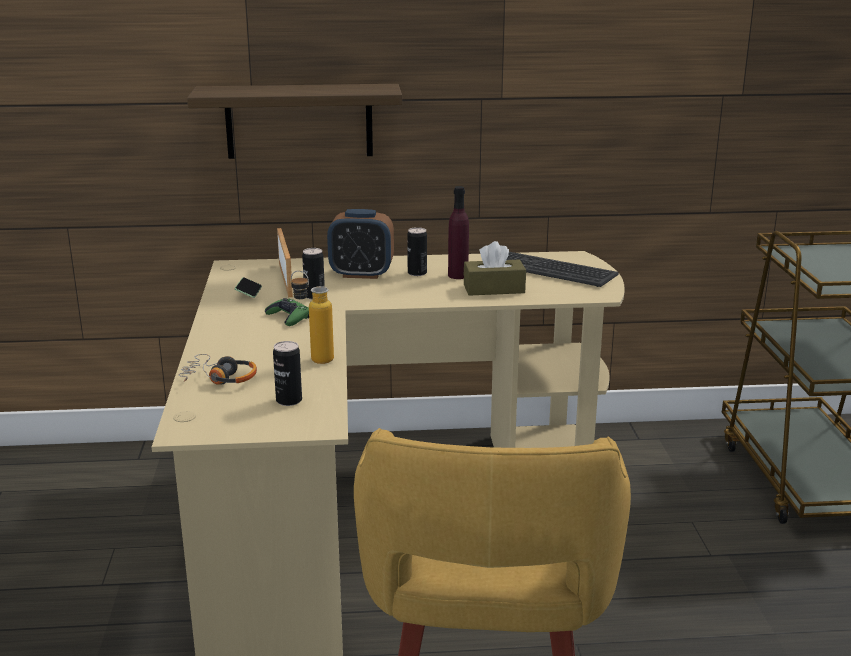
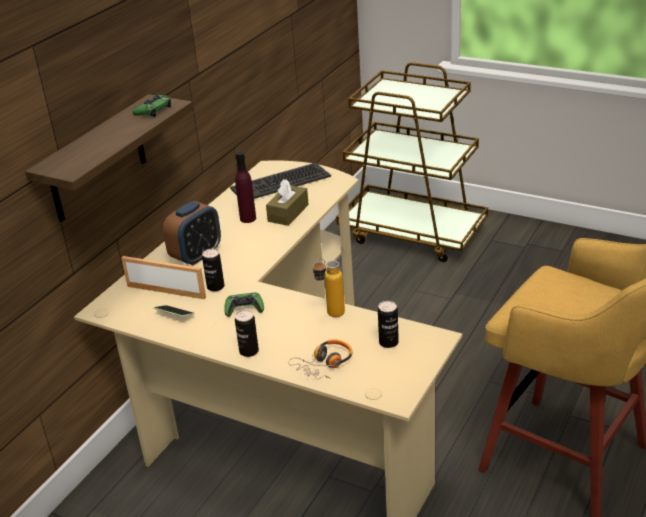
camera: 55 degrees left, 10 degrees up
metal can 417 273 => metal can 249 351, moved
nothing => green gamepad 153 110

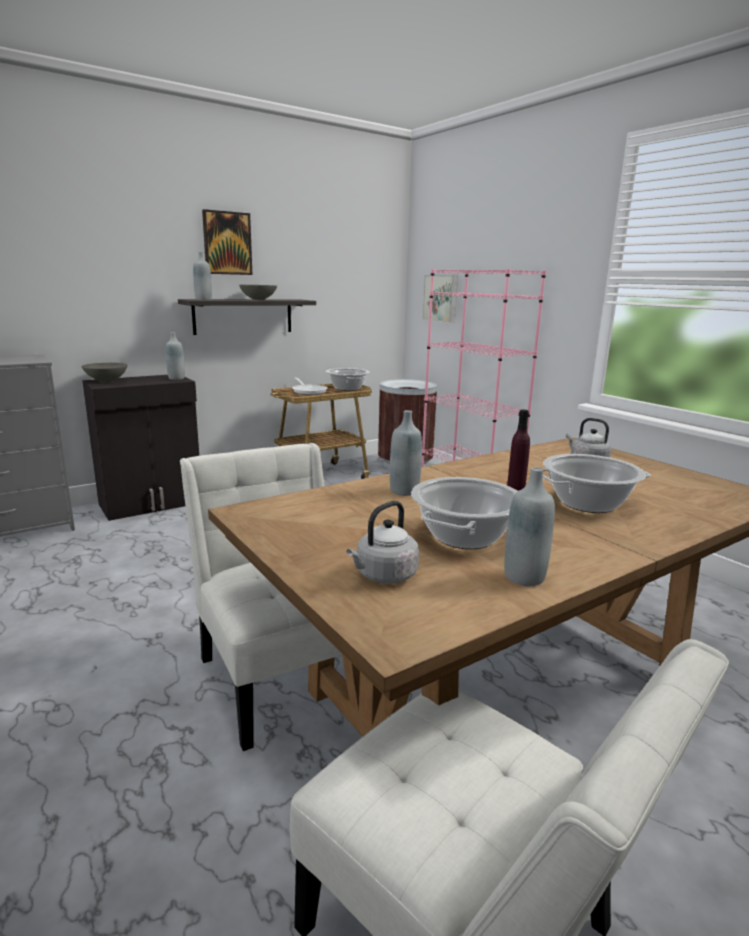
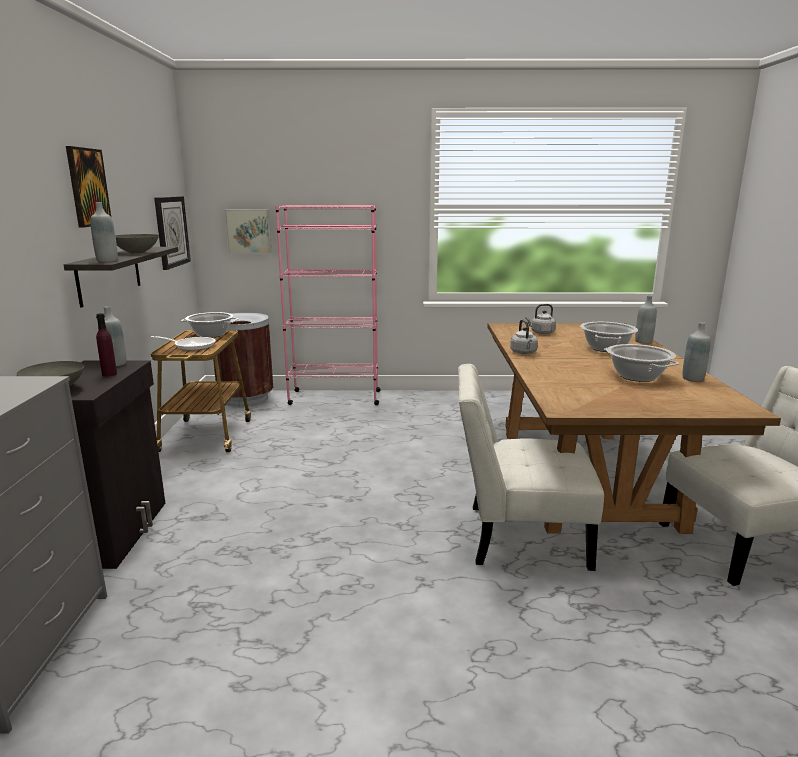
camera: 55 degrees left, 0 degrees up
grey bottle 404 491 => grey bottle 643 341, moved
purple bottle 516 488 => purple bottle 109 374, moved
grey water kettle 383 576 => grey water kettle 524 353, moved
nothing => hanging clock 171 231

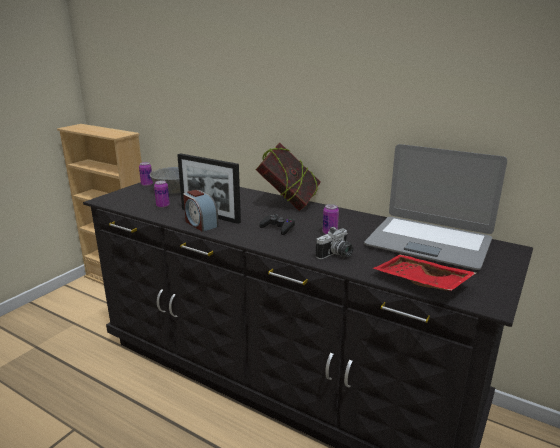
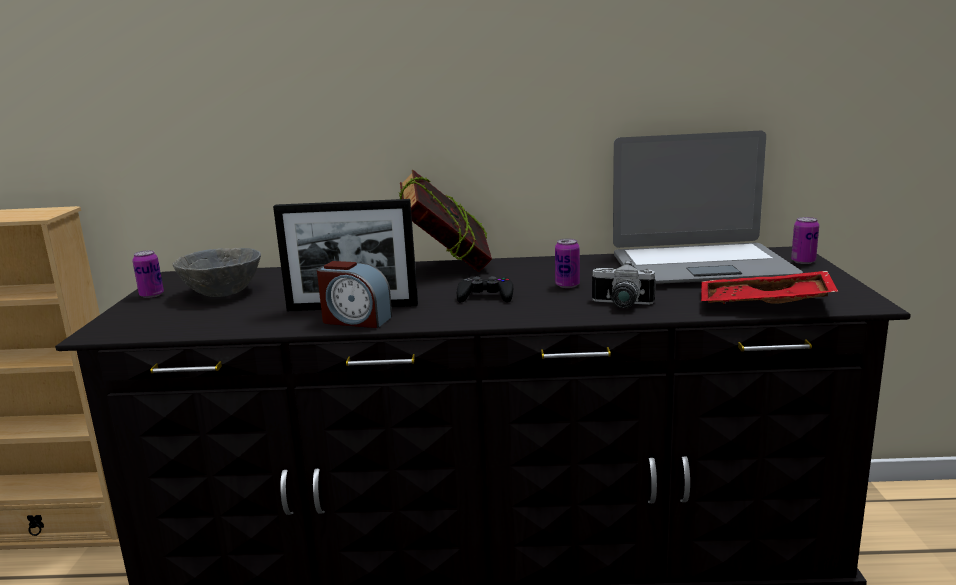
camera: 30 degrees left, 5 degrees down
metal can 163 206 => metal can 803 261, moved
still camera 336 255 => still camera 621 305, 90 degrees clockwise

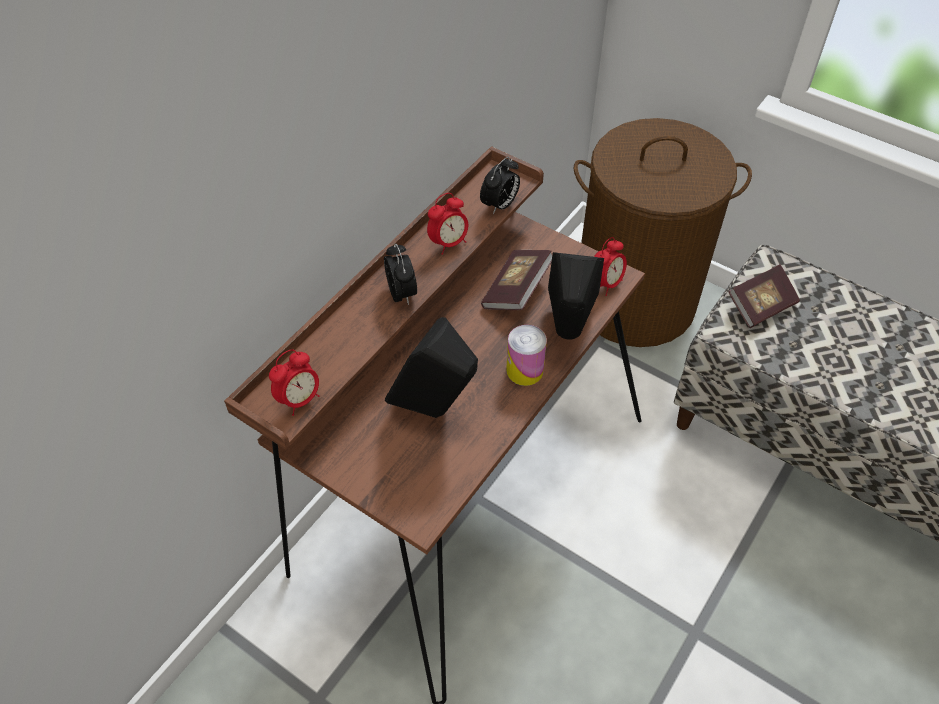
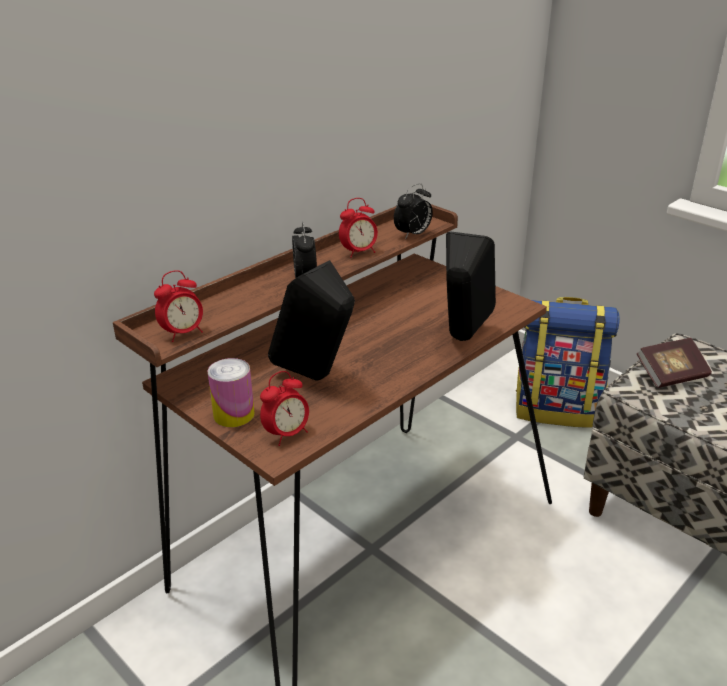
camera: 10 degrees right, 20 degrees down
brownish hamper 634 301 => backpack 557 409
alarm clock 606 284 => alarm clock 287 434, moved
volume 516 291 => nothing
metal can 524 370 => metal can 234 414, moved

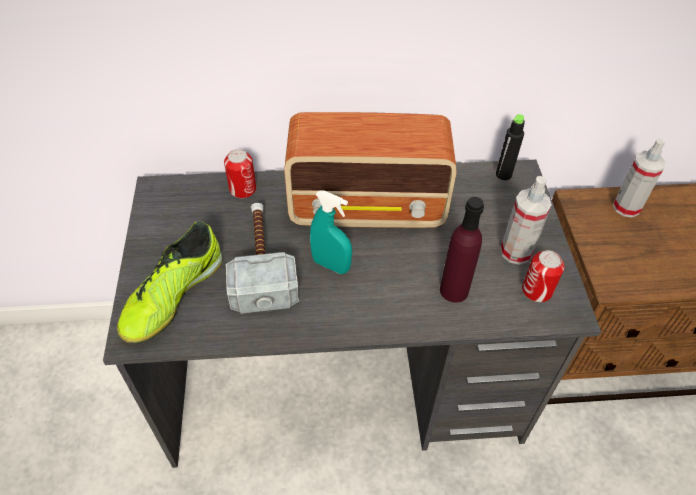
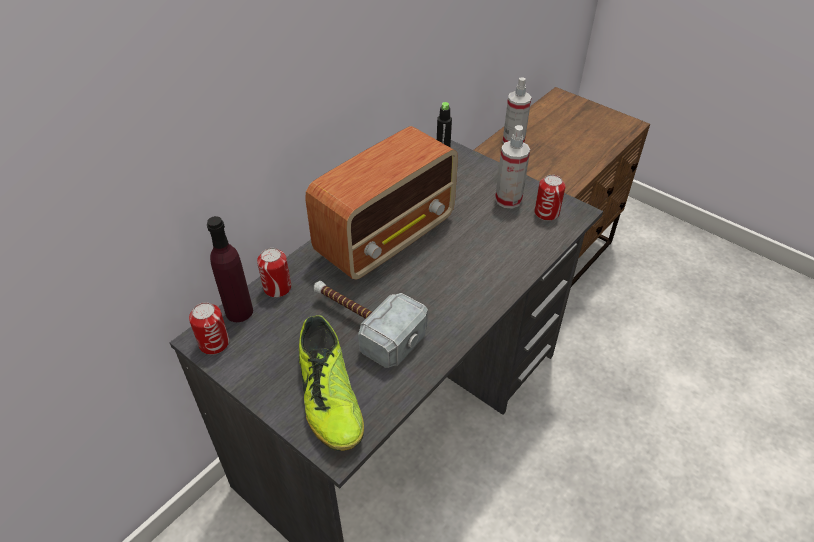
camera: 45 degrees left, 5 degrees down
turquoise sprayer 331 265 => nothing
purple bottle 454 290 => purple bottle 239 312, moved
nothing => metal can 214 343

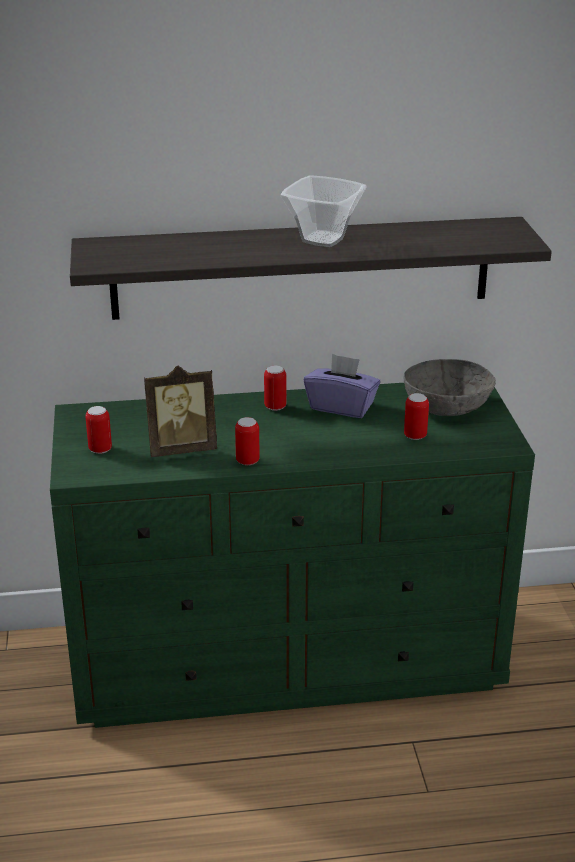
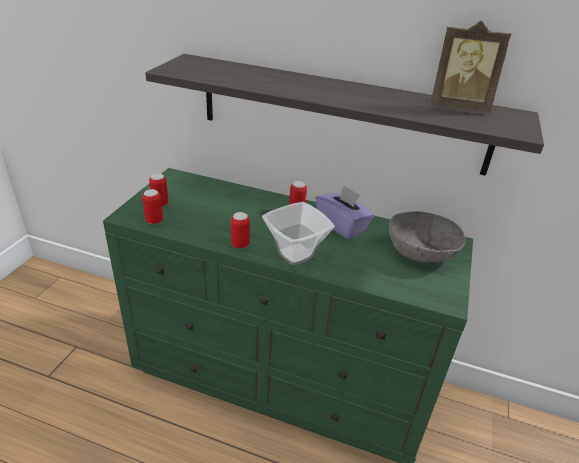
camera: 25 degrees right, 5 degrees up
bowl 321 239 => bowl 293 254, moved
standing frame 181 448 => standing frame 458 106, moved
metal can 415 436 => metal can 154 221, moved

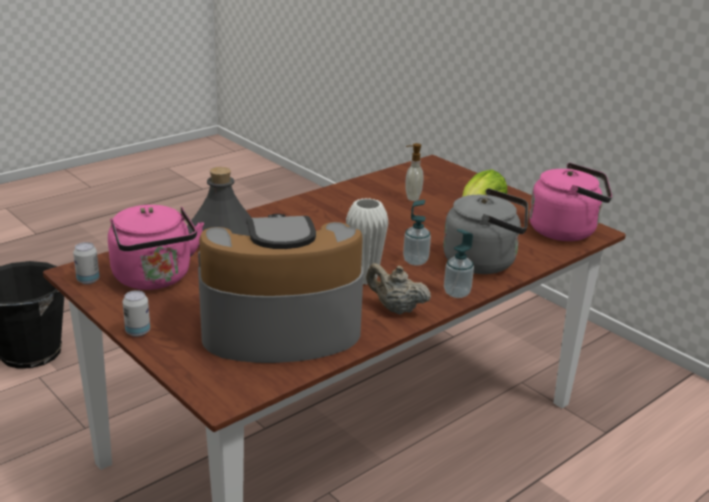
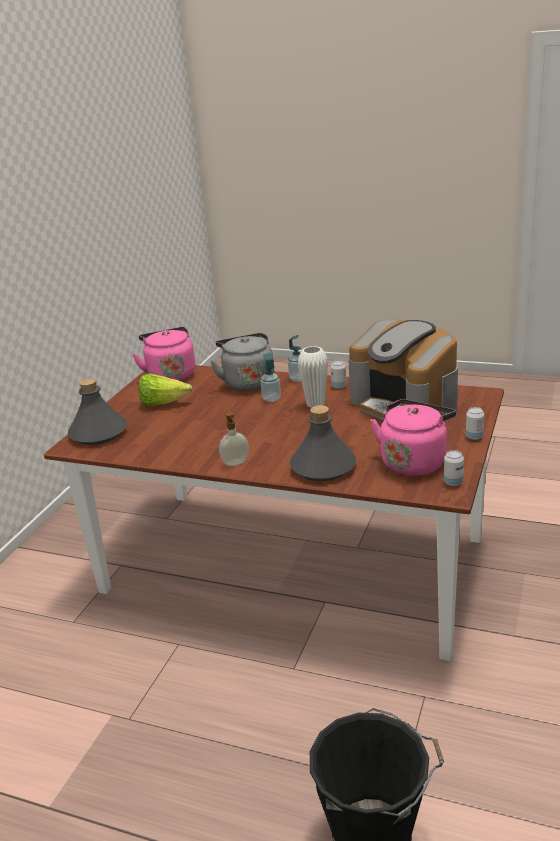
camera: 115 degrees left, 0 degrees up
soap bottle 412 197 => soap bottle 235 463, moved
beige-coloured teapot 396 309 => metal can 339 386
nothing => grey bottle 99 433

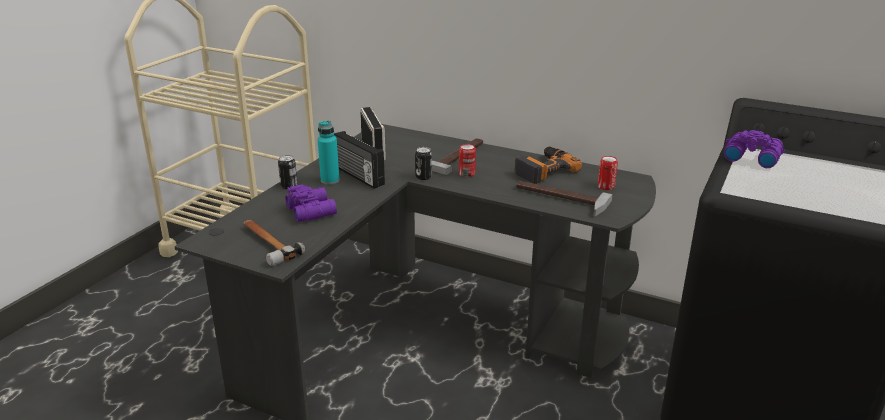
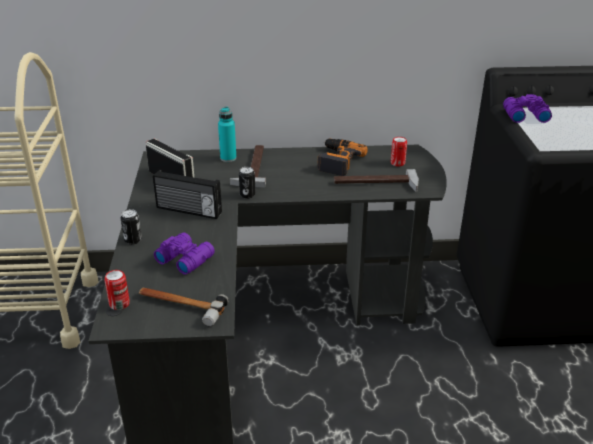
camera: 30 degrees left, 5 degrees up
turquoise bottle 330 180 => turquoise bottle 228 158, moved
metal can 467 174 => metal can 119 304, moved

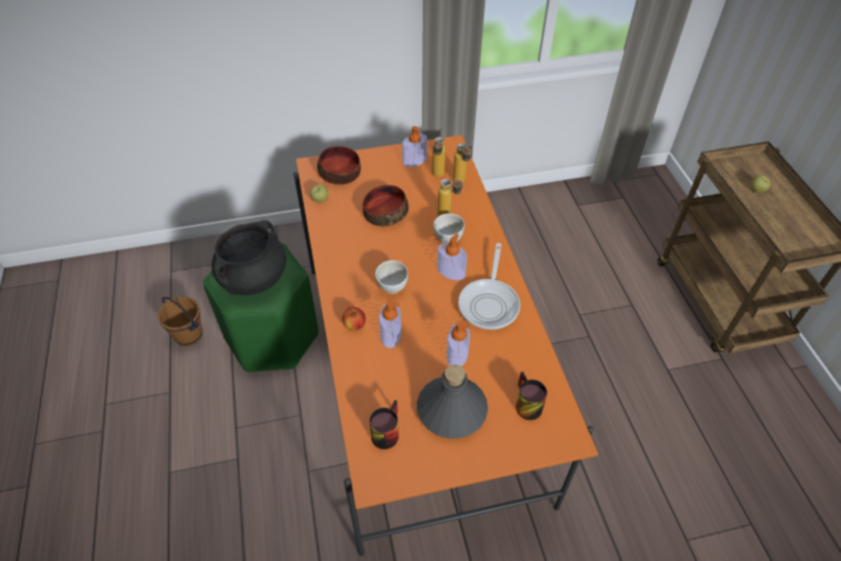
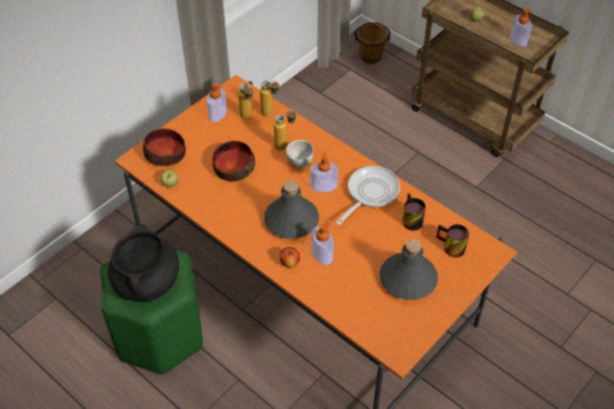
camera: 35 degrees left, 0 degrees up
pan 489 303 => pan 370 193, 120 degrees counterclockwise
white-coloured bowl 392 288 => grey bottle 292 221
brownish water bucket 188 336 => brownish water bucket 370 57, moved
soap bottle 457 355 => soap bottle 518 39, moved
mug 384 431 => mug 409 219, moved

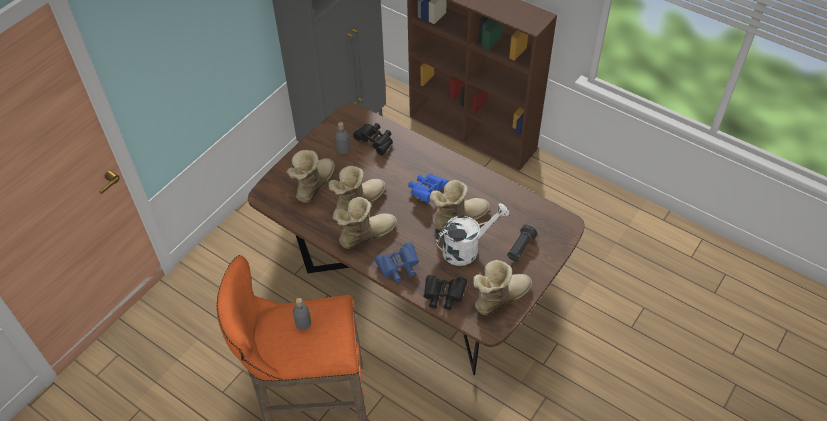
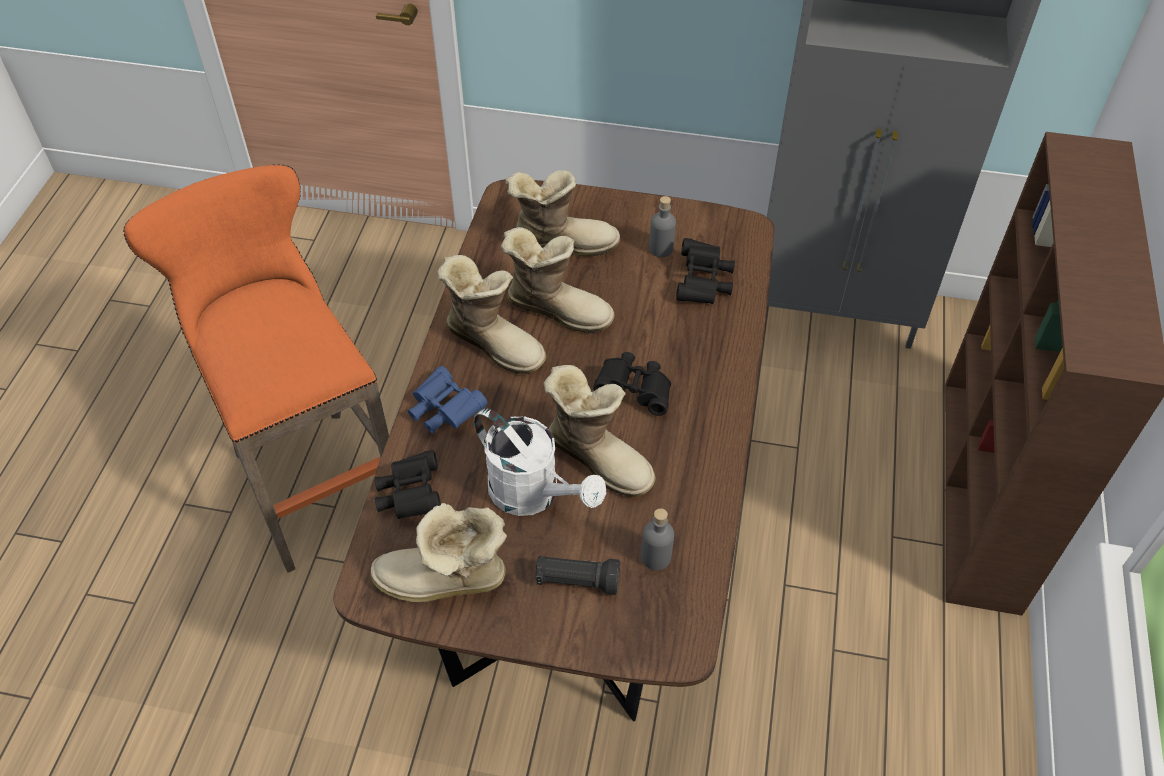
camera: 65 degrees right, 0 degrees up
blue-coloured pair of binoculars 427 191 => black-coloured pair of binoculars 635 391
high-top boot 499 297 => high-top boot 444 582, 150 degrees clockwise
grey bottle 303 323 => grey bottle 656 557, moved

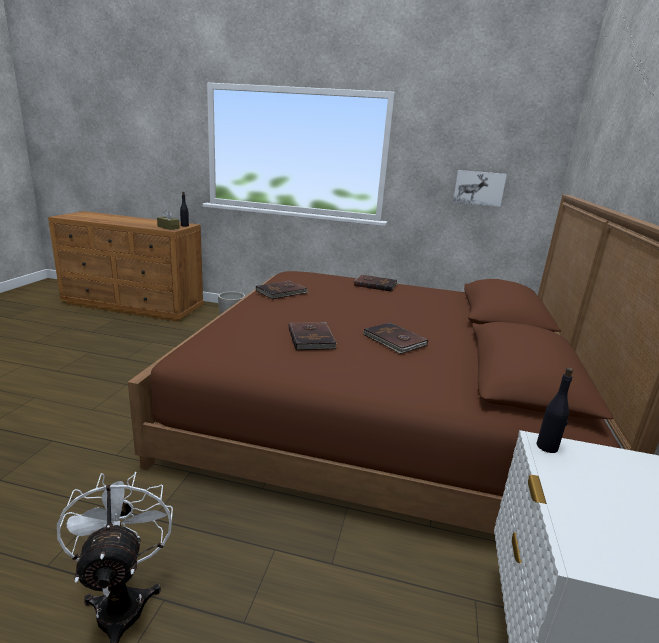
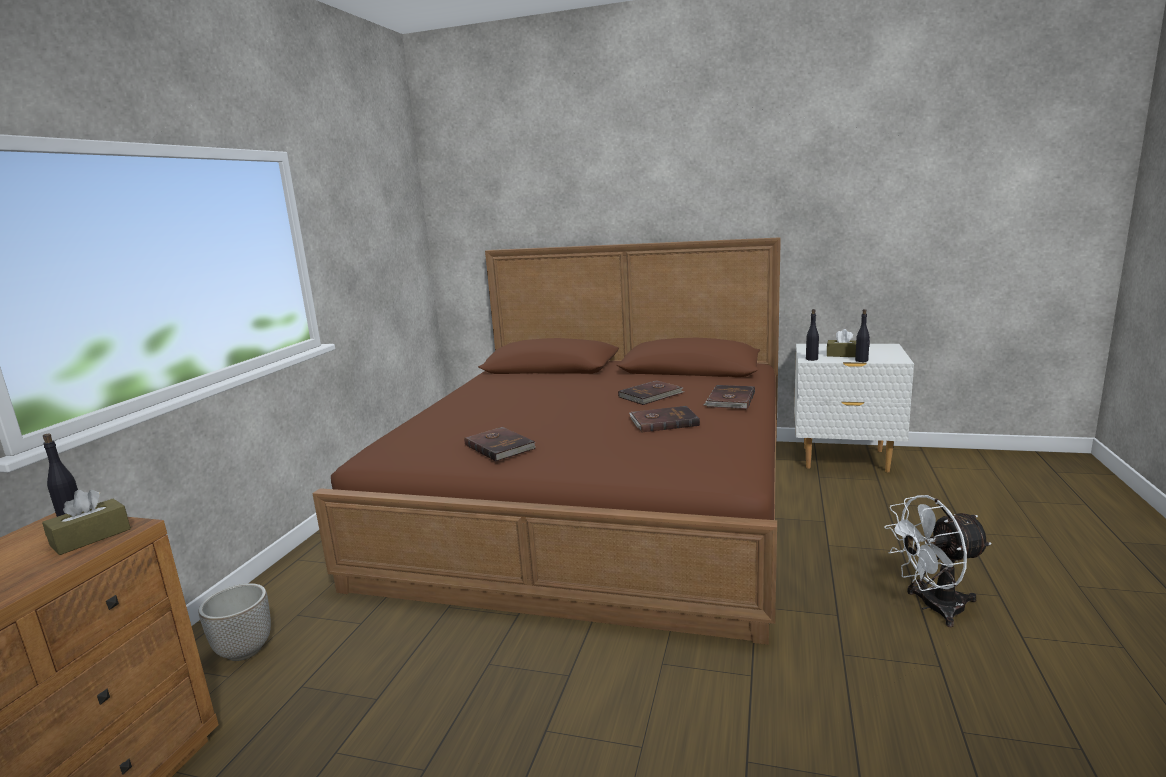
camera: 85 degrees left, 5 degrees down
picture 478 188 => nothing
brownish volume 375 284 => brownish volume 730 400, moved
nothing => black-coloured bottle 861 360
nothing => brownish tissue holder 843 355

